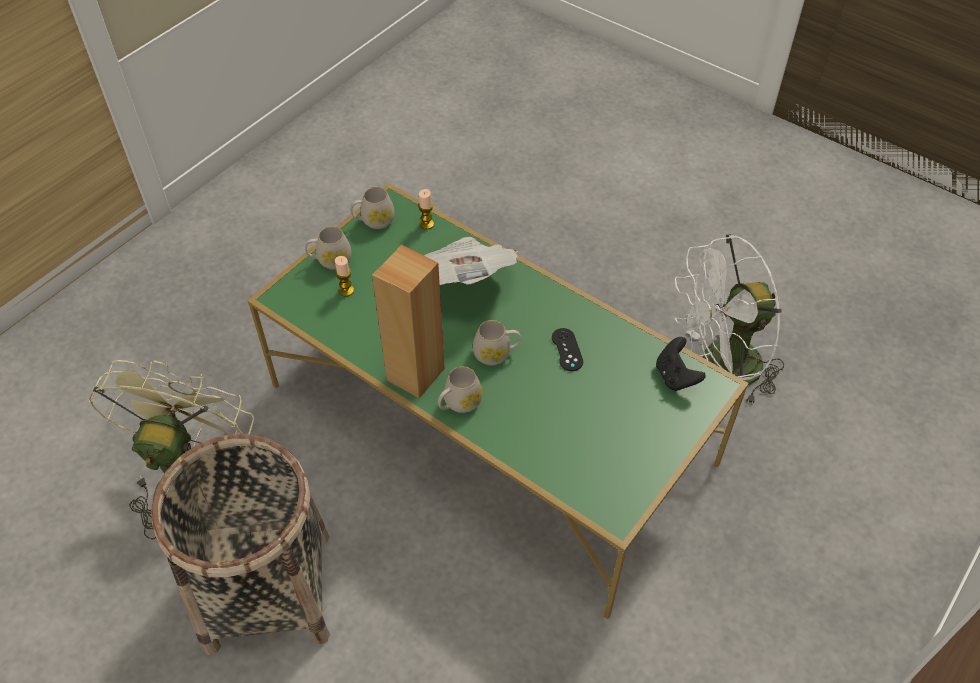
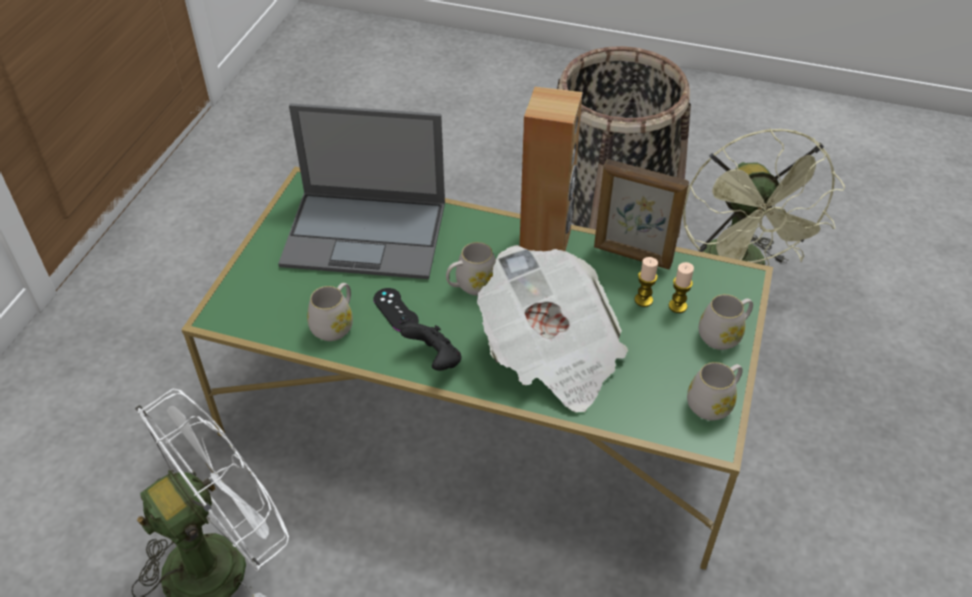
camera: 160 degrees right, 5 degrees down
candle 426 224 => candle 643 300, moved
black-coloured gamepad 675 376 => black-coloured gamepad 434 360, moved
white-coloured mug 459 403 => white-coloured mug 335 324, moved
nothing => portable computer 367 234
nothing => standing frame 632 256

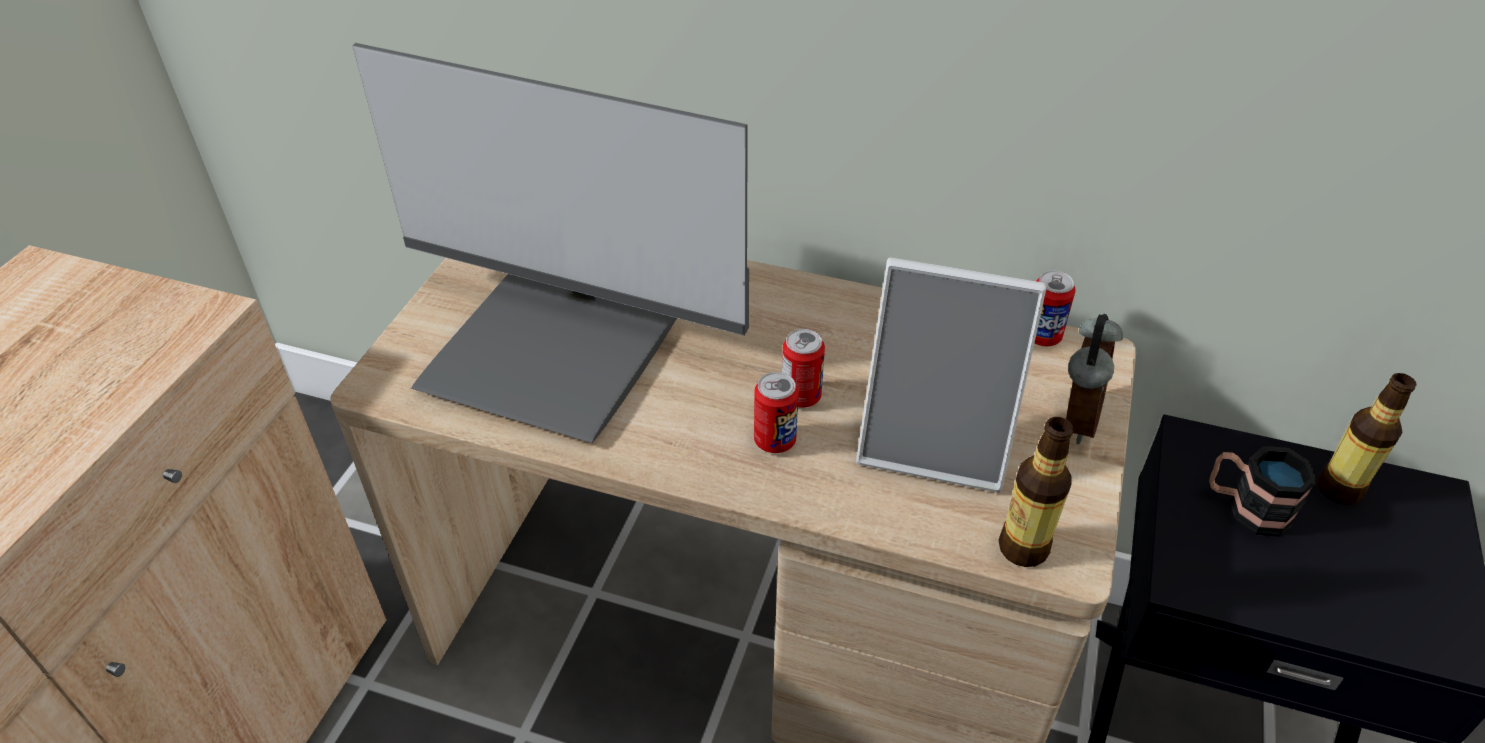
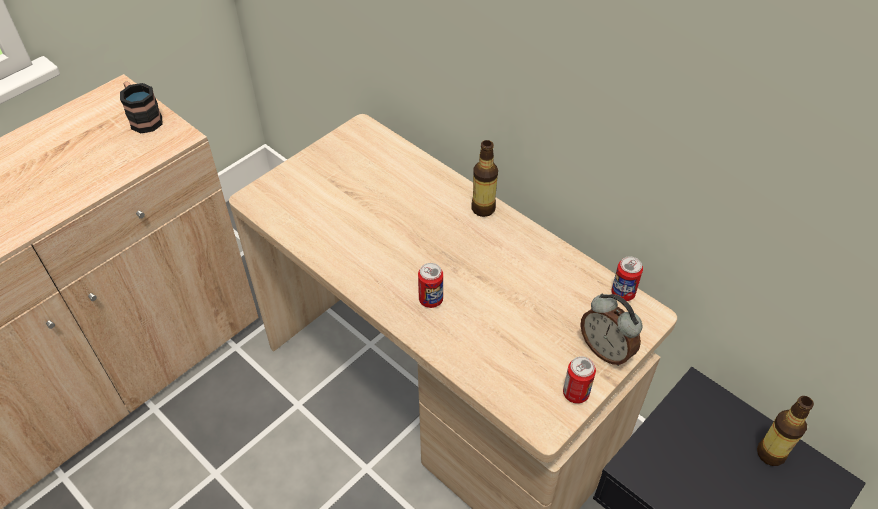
camera: 25 degrees right, 5 degrees up
computer display 554 351 => nothing
standing frame 936 441 => nothing
alarm clock 1075 420 => alarm clock 606 350, 90 degrees clockwise
metal can 801 396 => metal can 575 393, moved
bottle 1023 548 => bottle 483 209, moved
mug 1246 508 => mug 143 118, moved

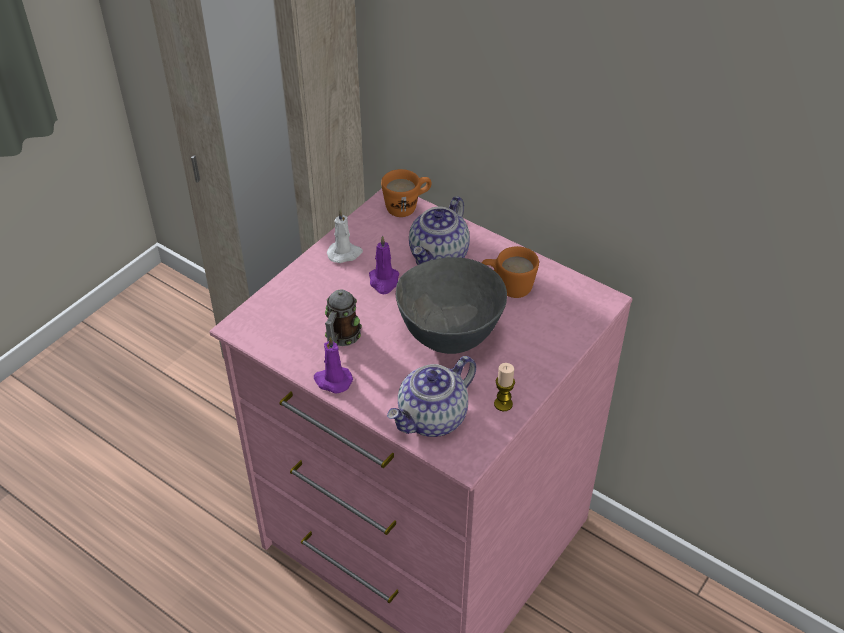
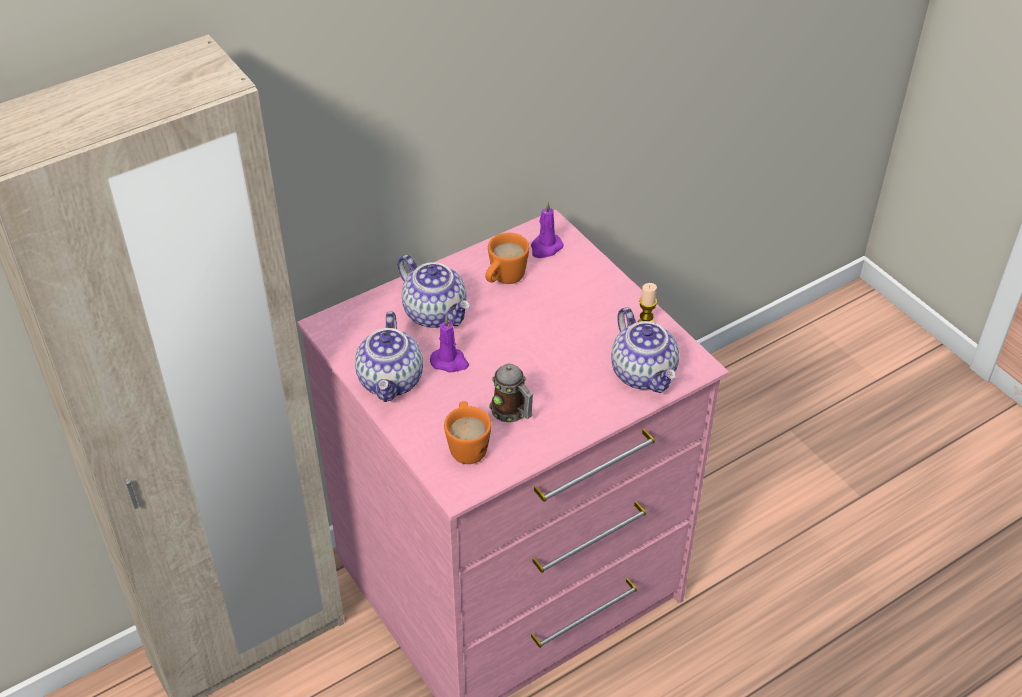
camera: 70 degrees left, 0 degrees up
orange-coloured mug 407 207 => orange-coloured mug 467 445, moved
white-coloured candle 345 253 => teapot 391 381
grey bowl 450 339 => nothing
purple candle 332 380 => purple candle 545 248, moved

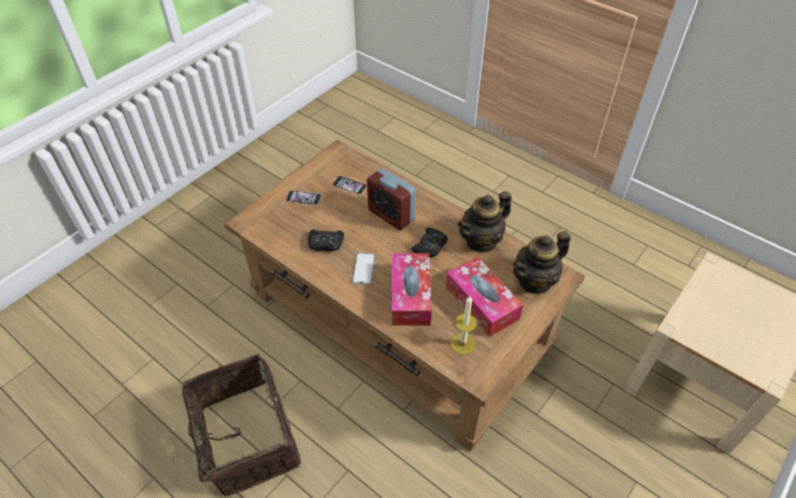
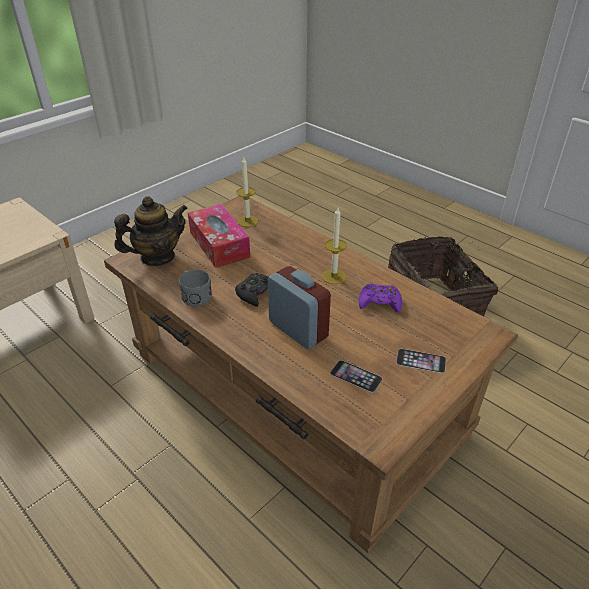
camera: 175 degrees left, 10 degrees down
teapot 481 241 => grey mug 194 295
black-coloured gamepad 325 243 => purple gamepad 379 302
phone 363 269 => candle 334 276
tissue holder 410 295 => nothing

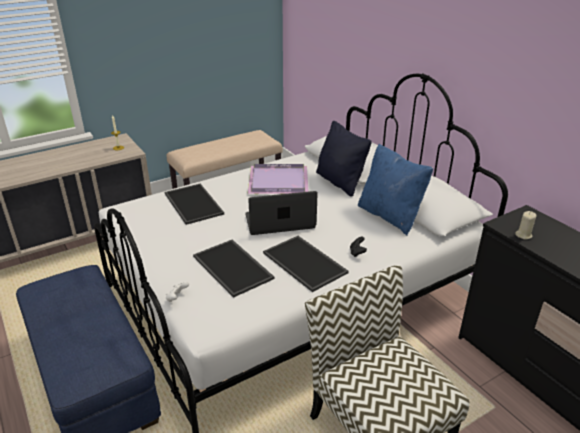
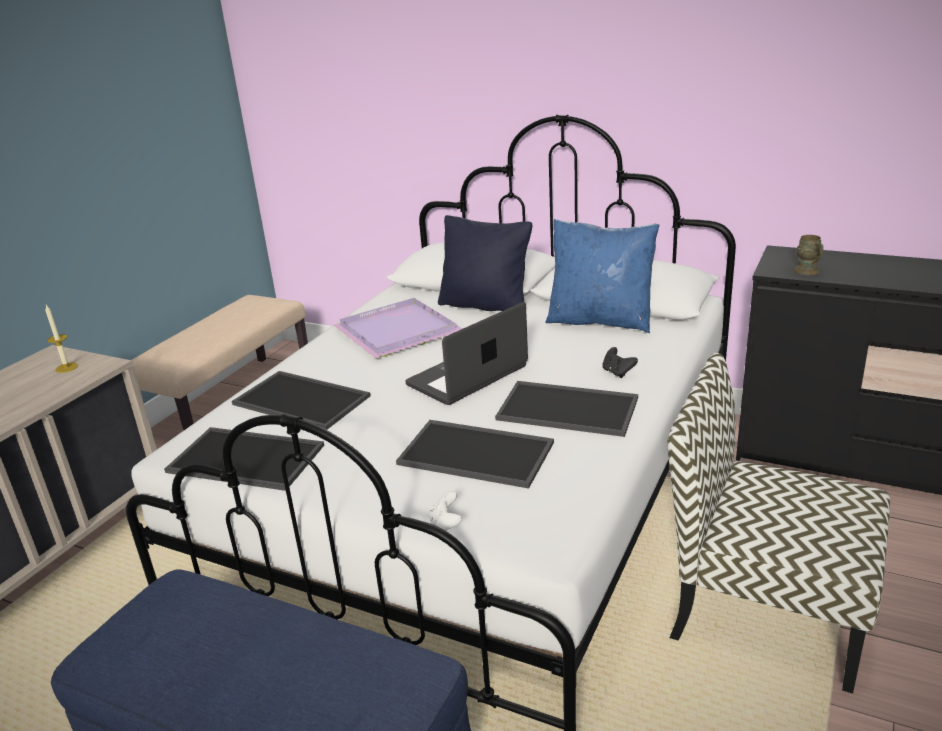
camera: 30 degrees left, 5 degrees down
beige-coloured candle 523 235 => brownish mug 809 272
nothing => serving tray 243 460

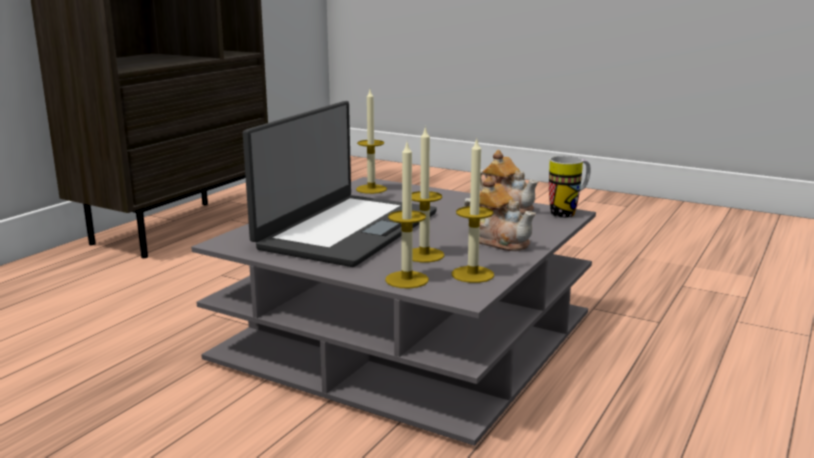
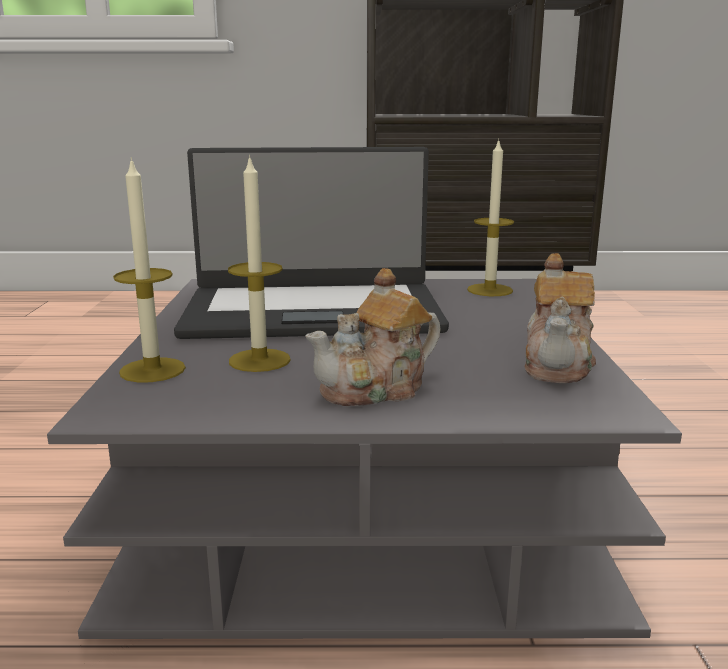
camera: 60 degrees right, 0 degrees up
candle 472 274 => nothing
mug 568 213 => nothing
teapot 499 241 => teapot 377 389, 45 degrees clockwise

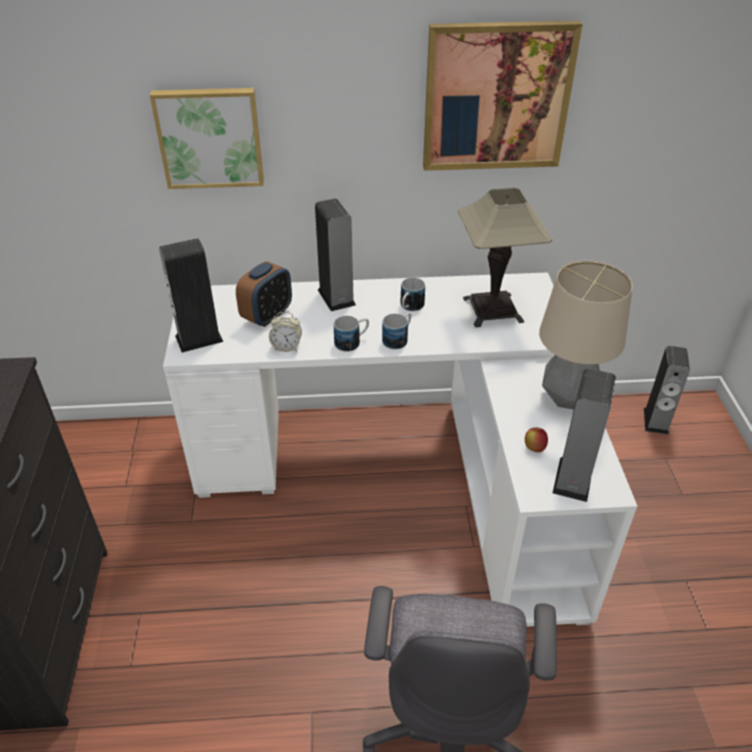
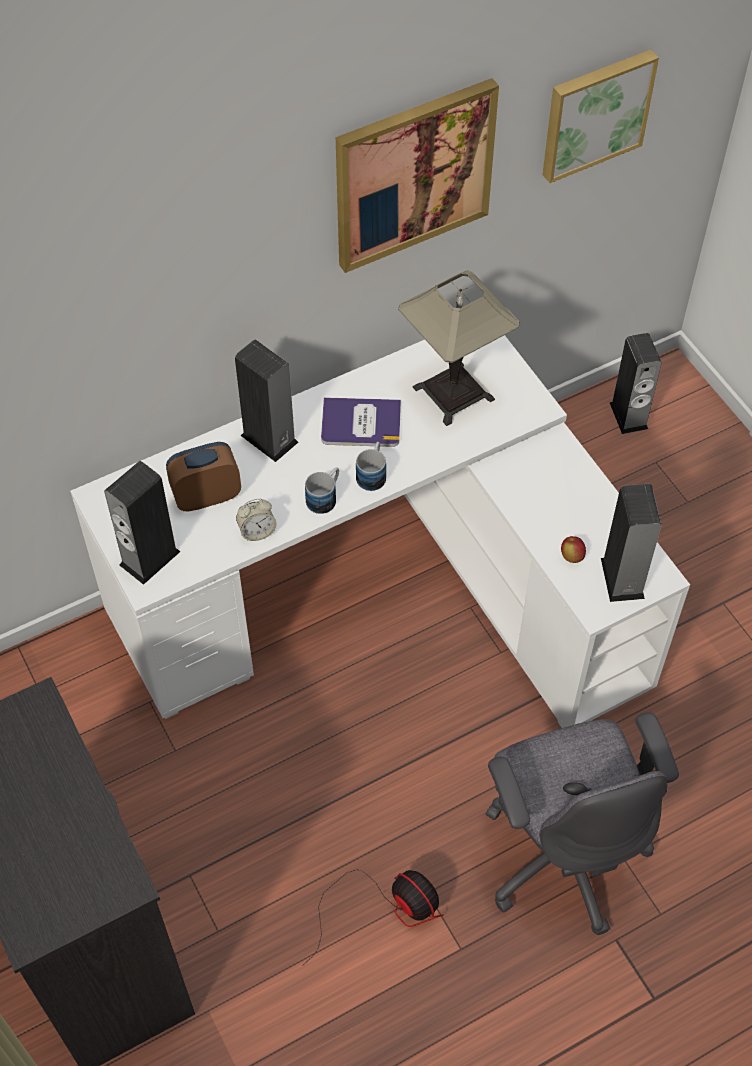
camera: 25 degrees left, 15 degrees up
picture 210 137 => picture 595 113, moved
alarm clock 267 316 => alarm clock 206 496, 120 degrees counterclockwise
tabletop lamp 567 398 => nothing
mug 409 307 => volume 361 423
nothing => electric fan 387 907

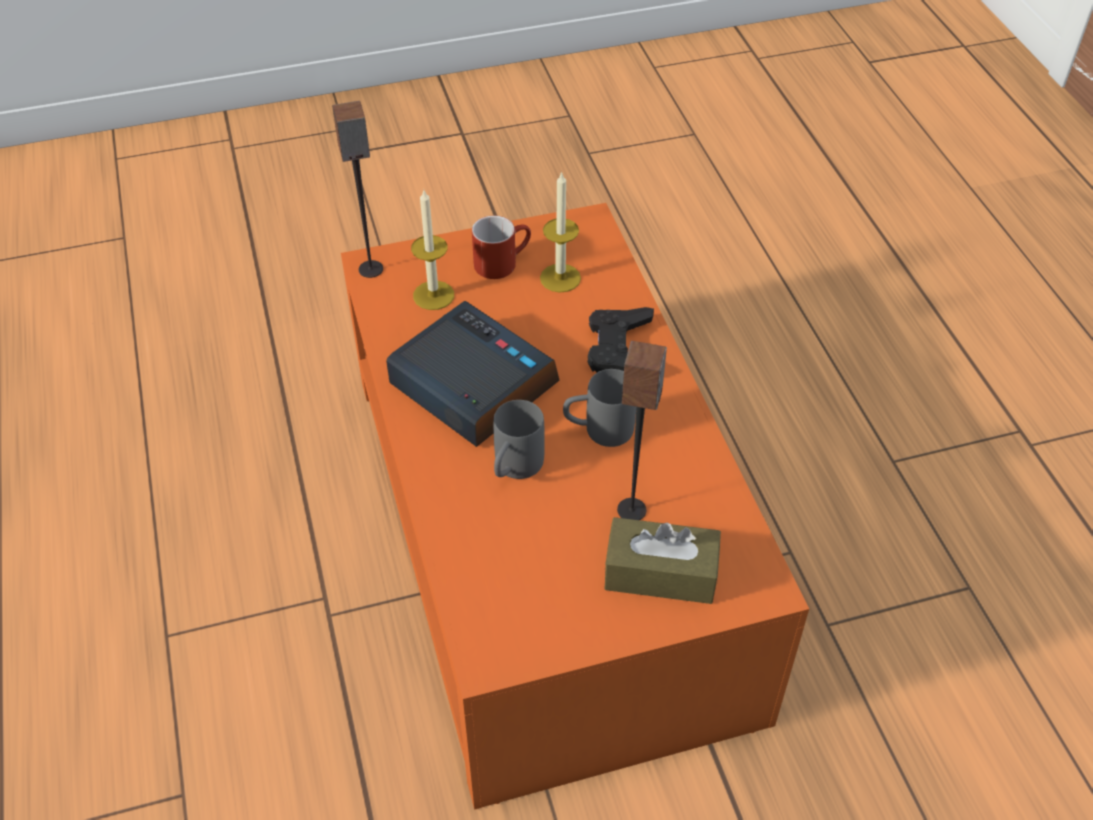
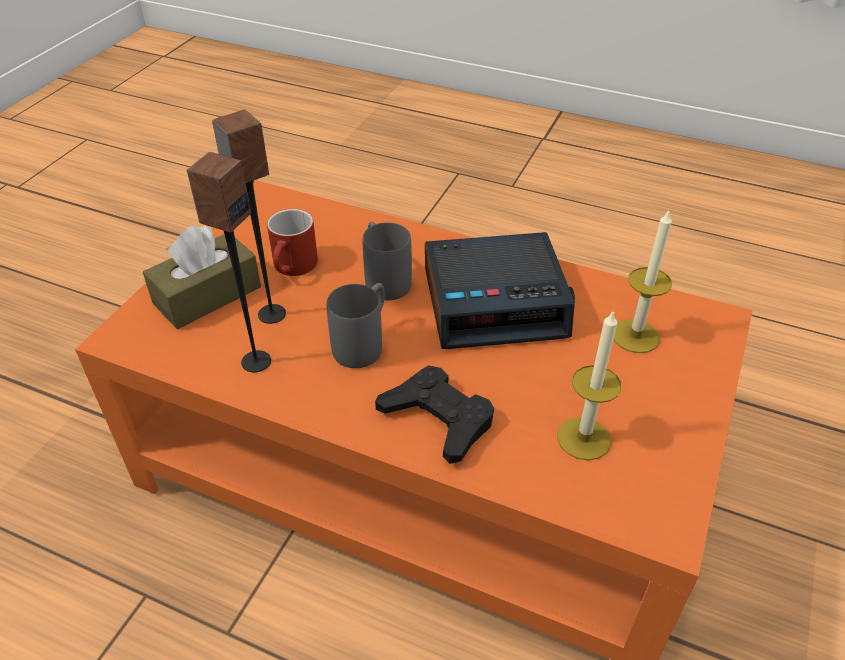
camera: 130 degrees right, 5 degrees down
loudspeaker 371 269 => loudspeaker 255 361, moved
red mug 502 261 => red mug 294 268, moved

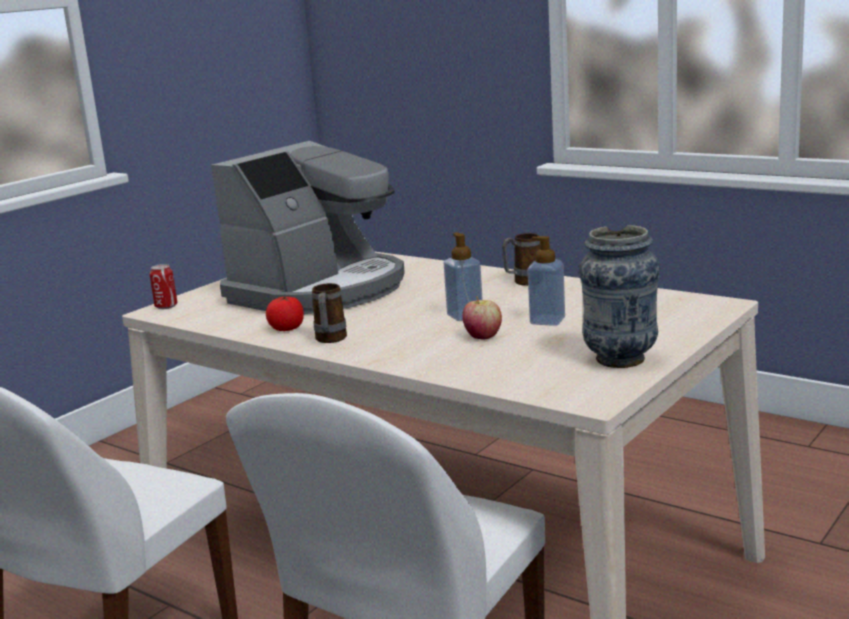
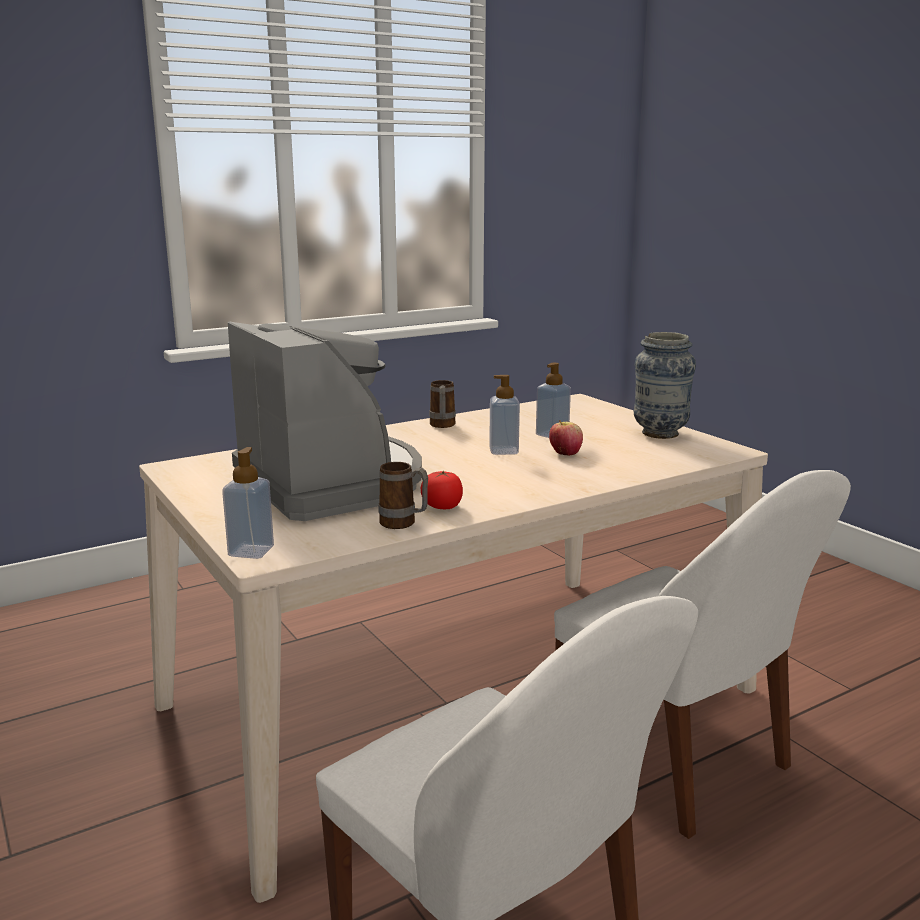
camera: 70 degrees left, 0 degrees up
metal can 166 306 => soap bottle 251 551
mug 330 340 => mug 404 524, moved

